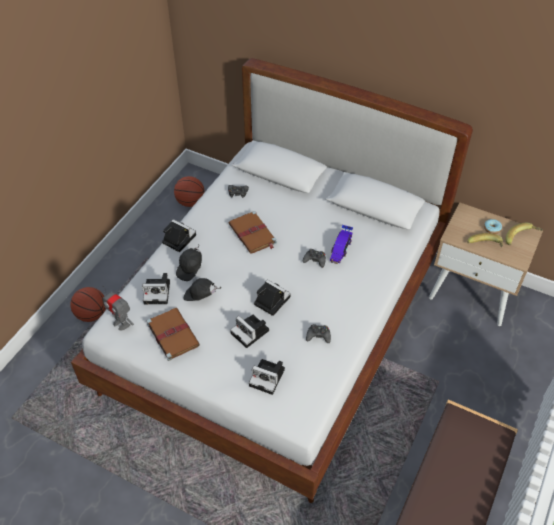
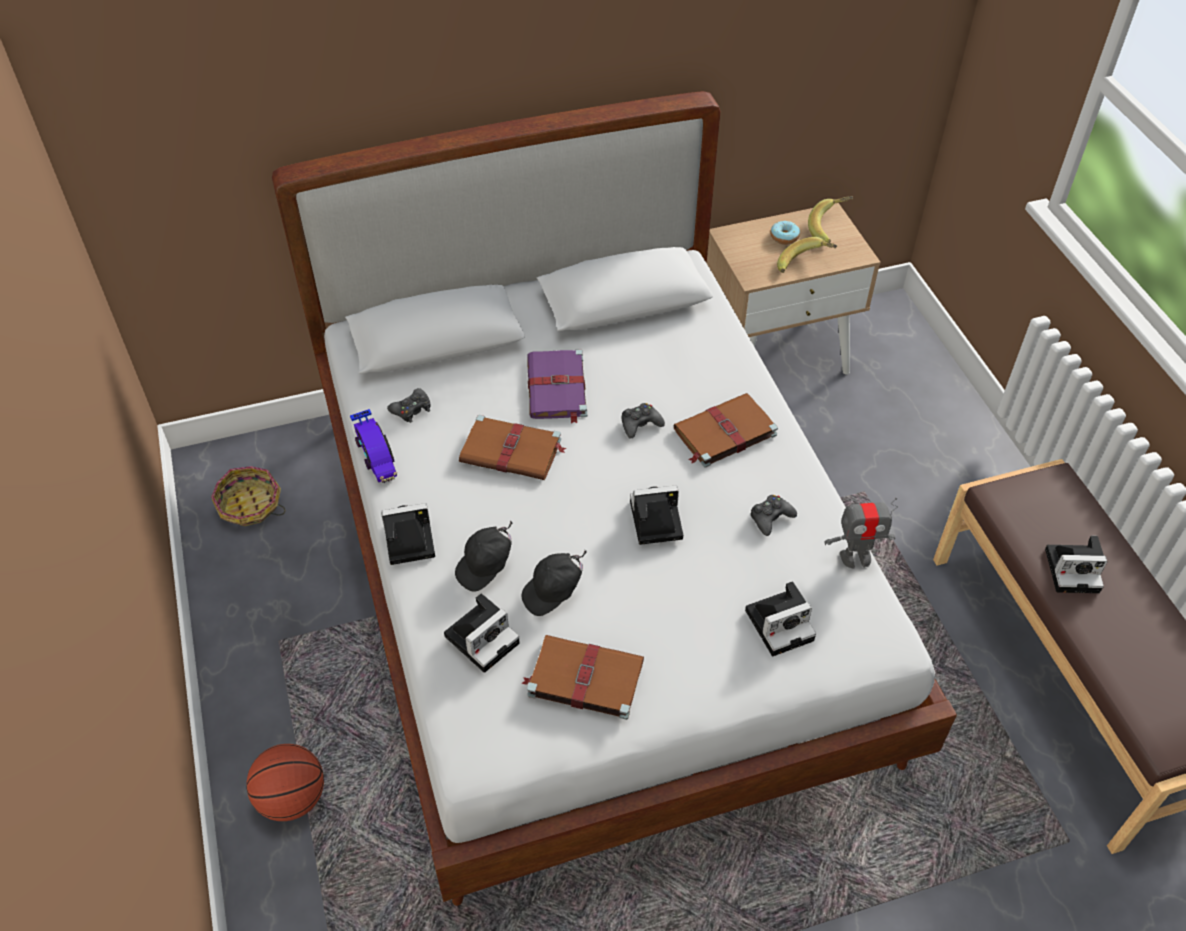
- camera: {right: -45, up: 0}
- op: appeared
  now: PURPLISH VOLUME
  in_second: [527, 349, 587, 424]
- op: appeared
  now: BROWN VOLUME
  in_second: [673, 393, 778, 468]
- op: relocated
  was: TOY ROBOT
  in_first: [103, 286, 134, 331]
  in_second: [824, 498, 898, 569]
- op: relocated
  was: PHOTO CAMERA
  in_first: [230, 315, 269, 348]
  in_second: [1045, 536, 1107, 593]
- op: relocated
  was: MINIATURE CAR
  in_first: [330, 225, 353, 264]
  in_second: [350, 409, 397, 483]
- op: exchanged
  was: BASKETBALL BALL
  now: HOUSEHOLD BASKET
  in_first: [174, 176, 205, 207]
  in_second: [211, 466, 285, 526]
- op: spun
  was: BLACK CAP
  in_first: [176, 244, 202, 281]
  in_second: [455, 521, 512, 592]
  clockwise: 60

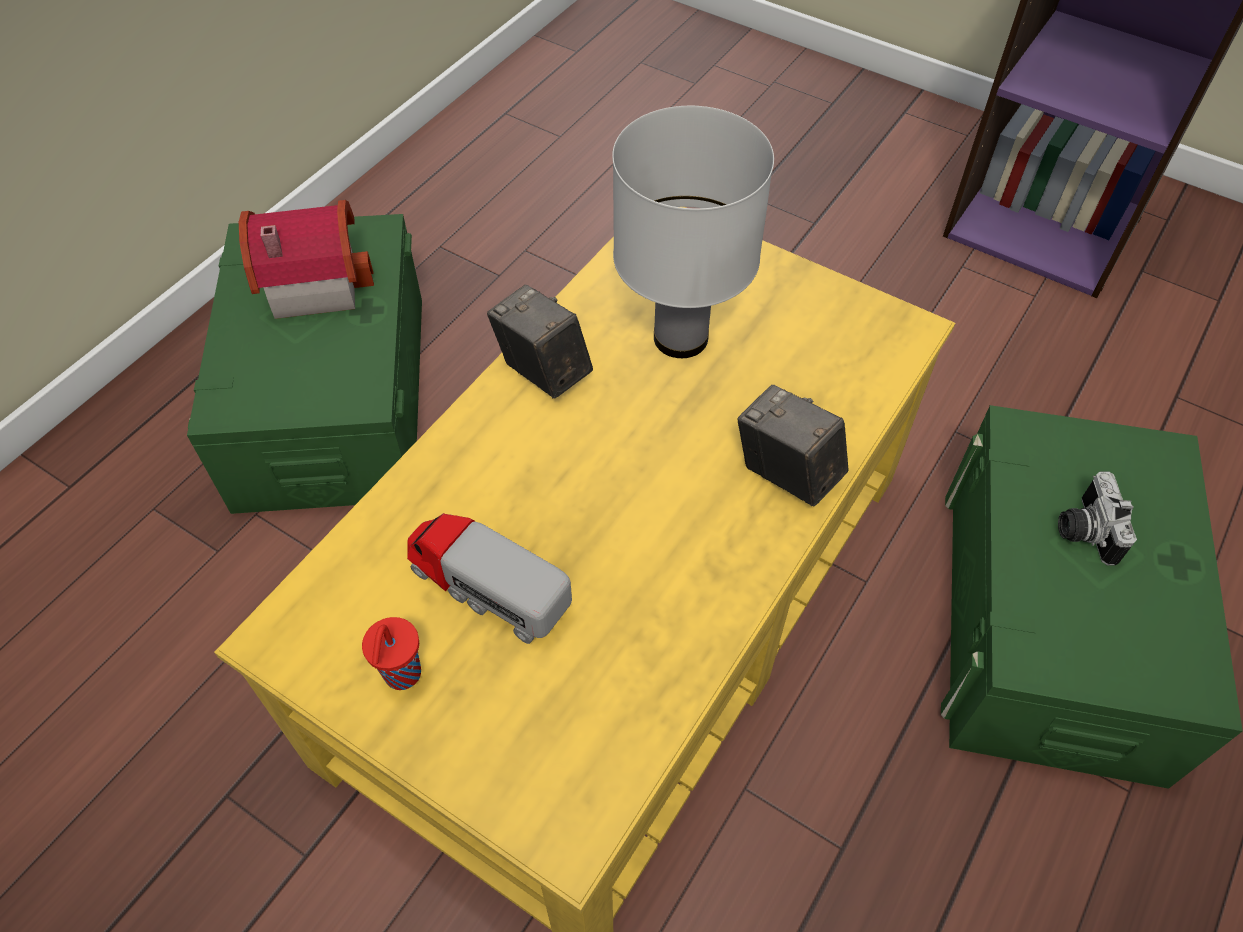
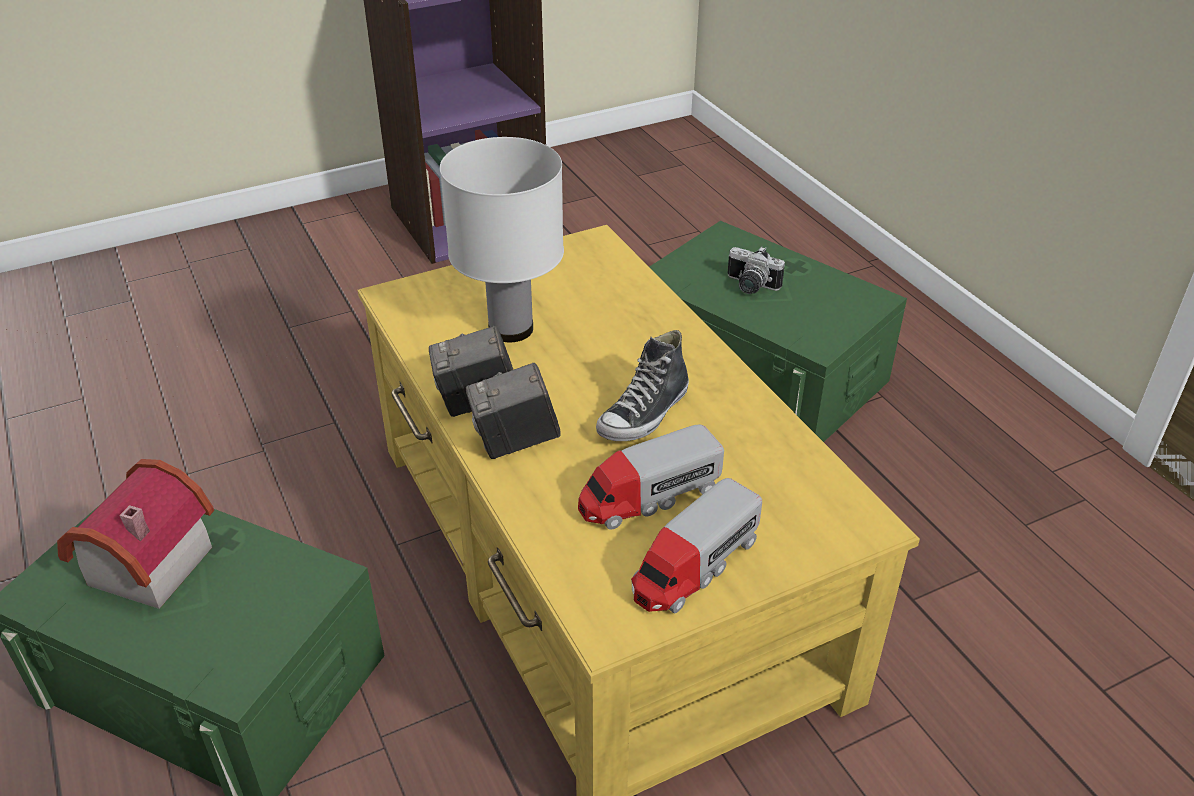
- camera: {right: -60, up: -15}
- op: appeared
  now: ITEM OF FOOTWEAR
  in_second: [596, 330, 689, 441]
- op: relocated
  was: PHOTO CAMERA
  in_first: [737, 385, 848, 506]
  in_second: [466, 363, 561, 459]
- op: exchanged
  was: RED DRINKING CUP
  now: TOY LORRY
  in_first: [362, 617, 421, 690]
  in_second: [631, 478, 762, 613]

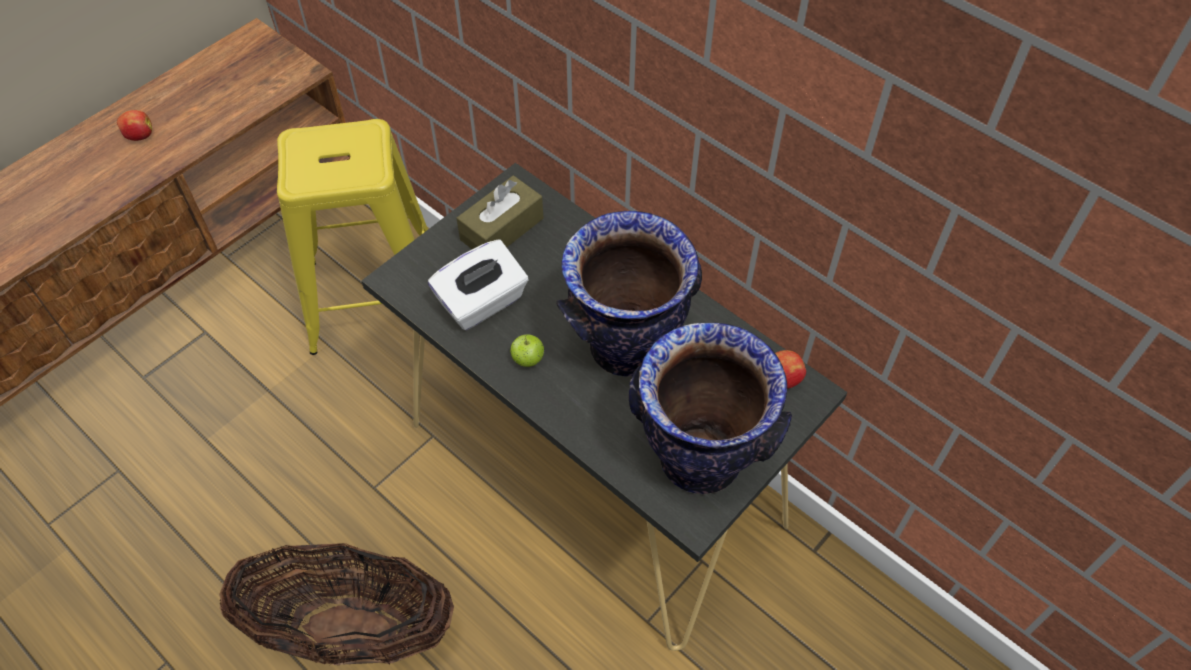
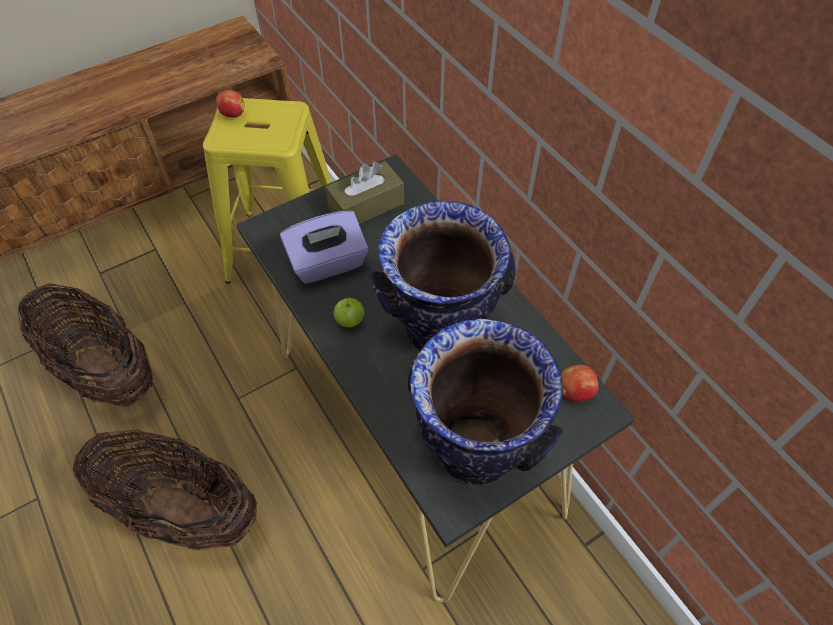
- camera: {right: 15, up: 0}
- op: appeared
  now: HOUSEHOLD BASKET
  in_second: [18, 283, 153, 407]
- op: relocated
  was: APPLE
  in_first: [117, 110, 152, 141]
  in_second: [216, 90, 244, 117]
- op: colour
  was: WHITISH TISSUE BOX
  now: PURPLISH TISSUE BOX
  in_first: [428, 239, 529, 330]
  in_second: [280, 211, 369, 284]

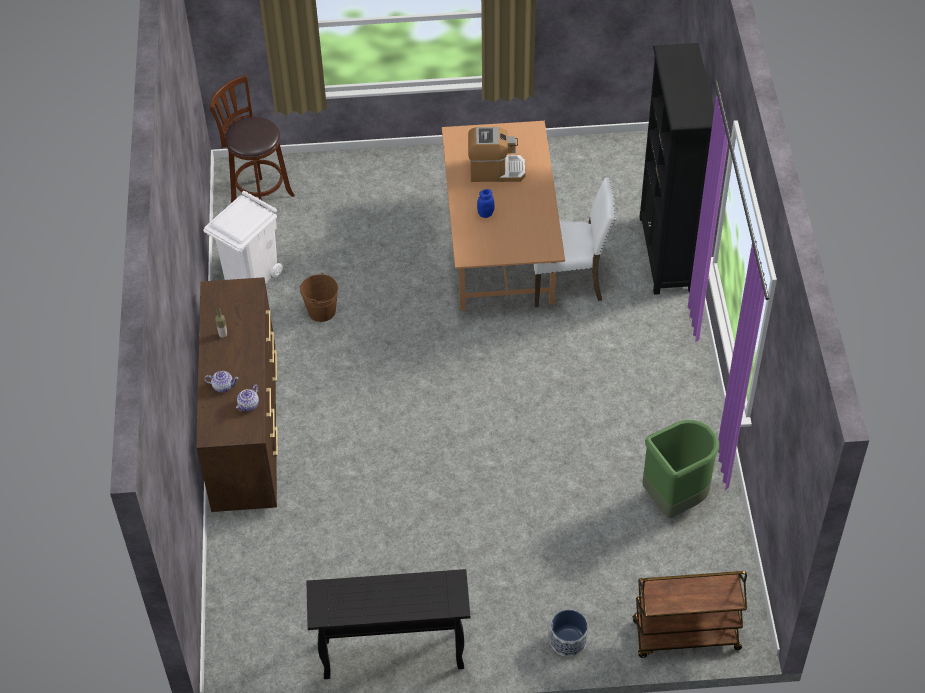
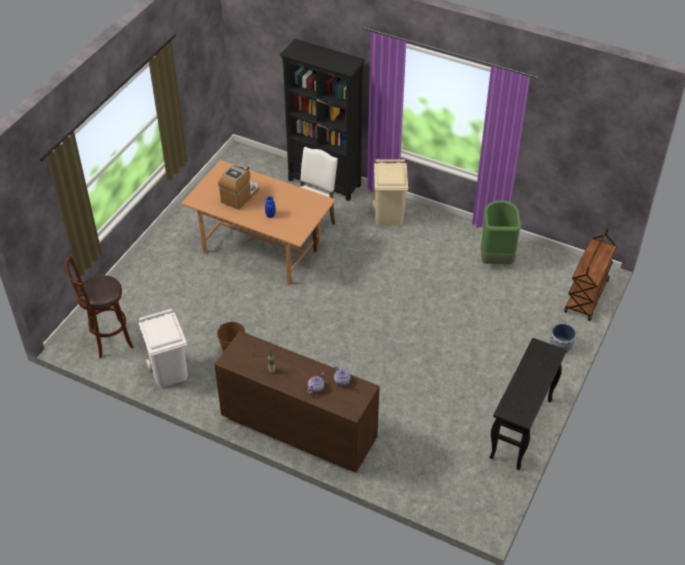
- camera: {right: -60, up: -5}
- op: appeared
  now: BEIGE-COLOURED WASTE BIN
  in_second: [373, 159, 408, 226]

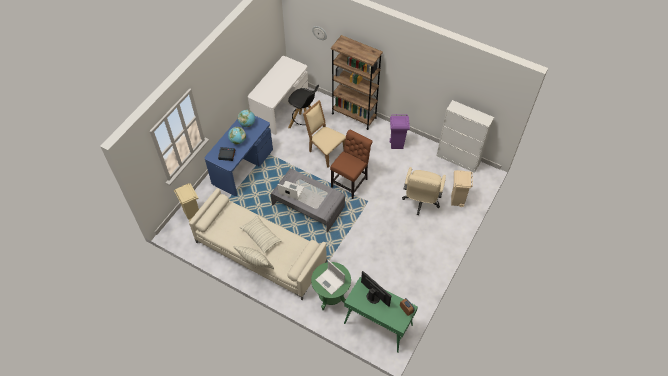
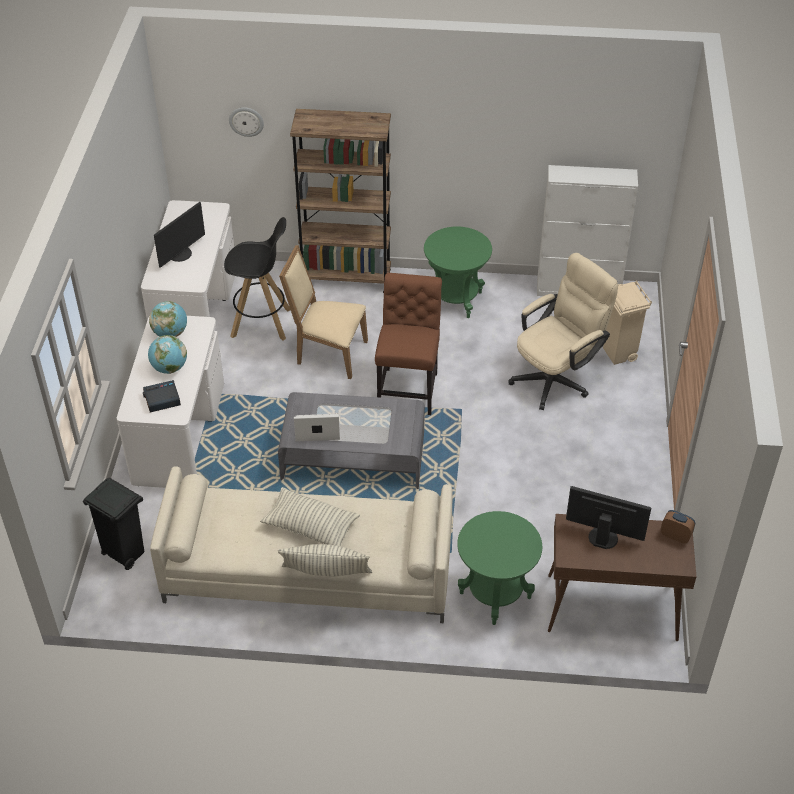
- camera: {right: -25, up: -10}
- op: missing
  was: LAPTOP
  in_first: [316, 260, 345, 295]
- op: appeared
  now: COMPUTER SCREEN
  in_second: [154, 202, 205, 268]
- op: exchanged
  was: PURPLISH WASTE BIN
  now: GREENISH ACCENT TABLE
  in_first: [390, 115, 410, 149]
  in_second: [424, 226, 492, 318]
- op: colour
  was: BEIGE-COLOURED WASTE BIN
  now: BLACK WASTE BIN
  in_first: [174, 183, 199, 222]
  in_second: [83, 478, 145, 570]
- op: colour
  was: BLUE-COLOURED DESK UNIT
  now: WHITISH DESK UNIT
  in_first: [205, 116, 273, 196]
  in_second: [117, 315, 224, 488]
- op: colour
  was: GREENISH NARROW TABLE
  now: BROWN NARROW TABLE
  in_first: [344, 277, 418, 353]
  in_second: [548, 514, 696, 641]
- op: spun
  was: BEIGE-COLOURED OFFICE CHAIR
  in_first: [402, 167, 446, 215]
  in_second: [508, 253, 618, 410]
  clockwise: -120

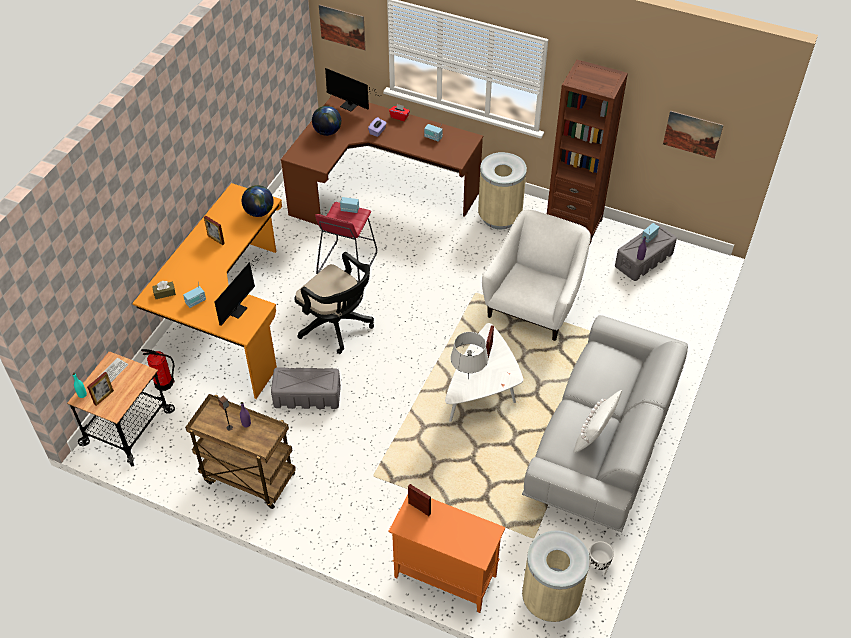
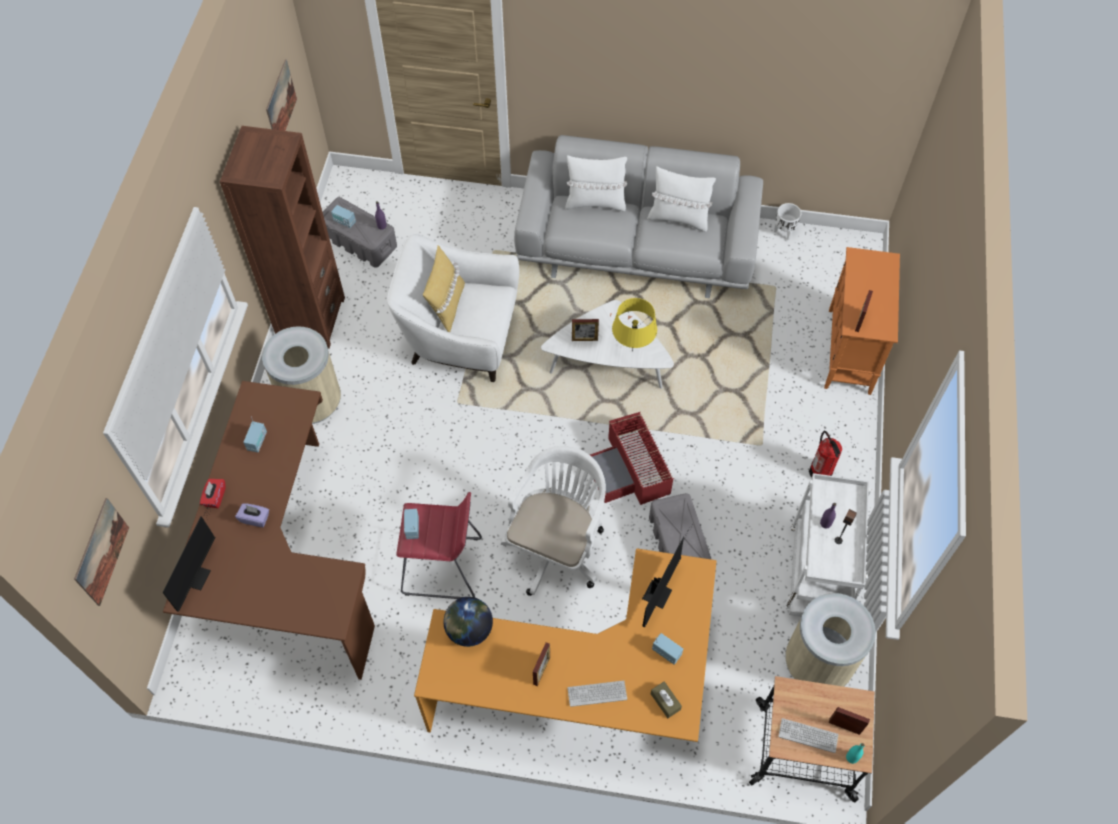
- camera: {right: -105, up: 10}
- op: missing
  was: GLOBE
  in_first: [312, 106, 341, 136]
- op: appeared
  now: YELLOW PILLOW
  in_second: [423, 245, 465, 332]
- op: appeared
  now: WHITISH PILLOW
  in_second: [565, 155, 627, 211]
- op: appeared
  now: COMPUTER KEYBOARD
  in_second: [567, 681, 627, 707]
- op: appeared
  now: RED STORAGE BOX
  in_second: [590, 412, 674, 505]
- op: relocated
  was: FIRE-FIGHTING CYLINDER
  in_first: [141, 349, 175, 391]
  in_second: [809, 431, 842, 478]
- op: relocated
  was: BEIGE-COLOURED WASTE BIN
  in_first: [522, 530, 590, 622]
  in_second: [785, 593, 876, 687]
- op: colour
  was: BROWN TROLLEY
  now: WHITISH TROLLEY
  in_first: [185, 394, 296, 509]
  in_second: [786, 473, 871, 617]
- op: colour
  was: BLACK OFFICE CHAIR
  now: WHITISH OFFICE CHAIR
  in_first: [294, 252, 374, 354]
  in_second: [501, 446, 606, 596]
- op: colour
  was: GRAY LAMP FOR A TABLE
  now: YELLOW LAMP FOR A TABLE
  in_first: [450, 332, 488, 379]
  in_second: [612, 298, 657, 352]
- op: spun
  was: COMPUTER SCREEN
  in_first: [214, 255, 262, 326]
  in_second: [642, 524, 693, 627]
  clockwise: 105

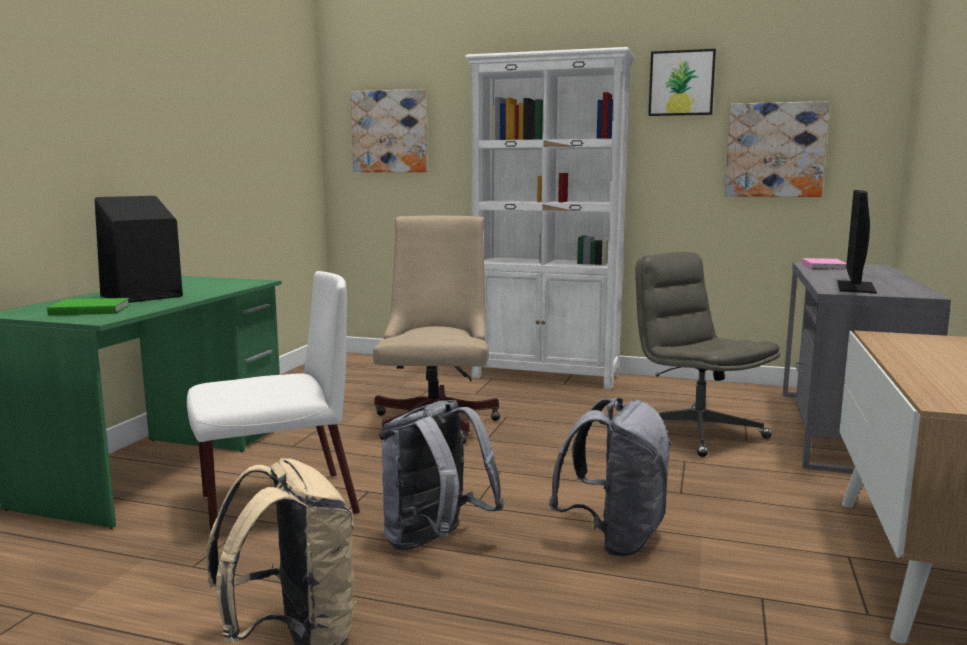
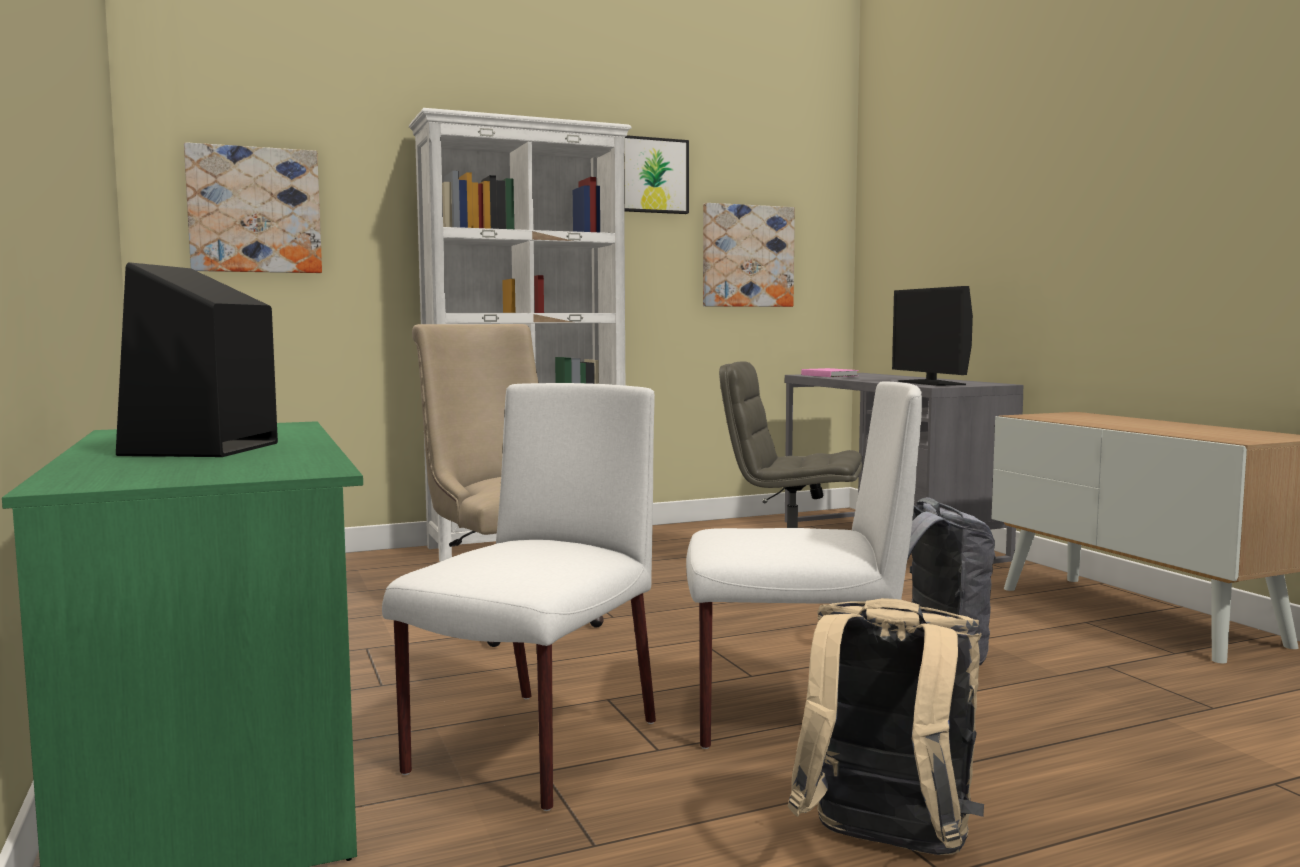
- camera: {right: -40, up: -5}
- op: missing
  was: GREENISH VOLUME
  in_first: [47, 298, 130, 316]
- op: exchanged
  was: GRAY RUCKSACK
  now: WHITISH CHAIR
  in_first: [382, 400, 504, 550]
  in_second: [686, 381, 922, 749]

